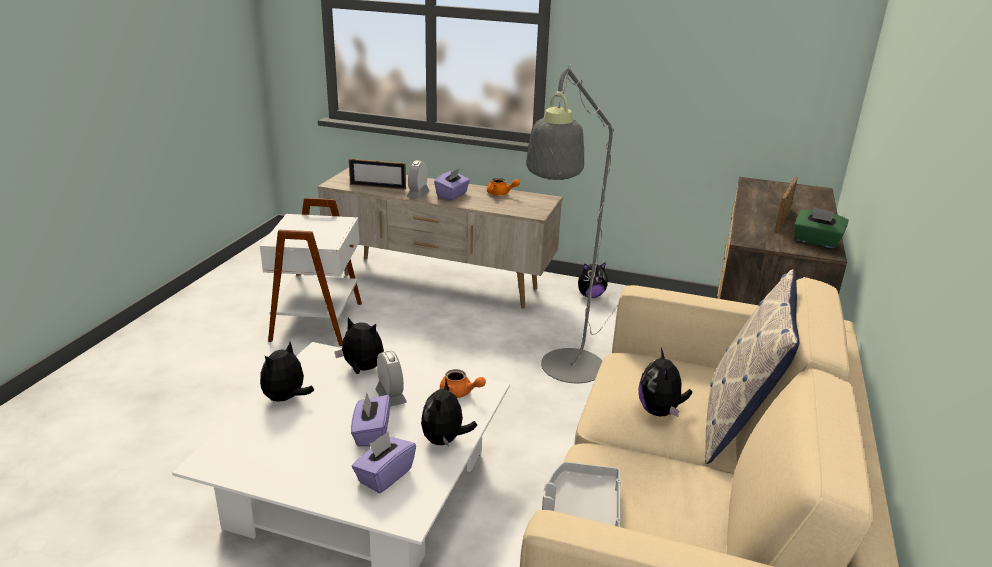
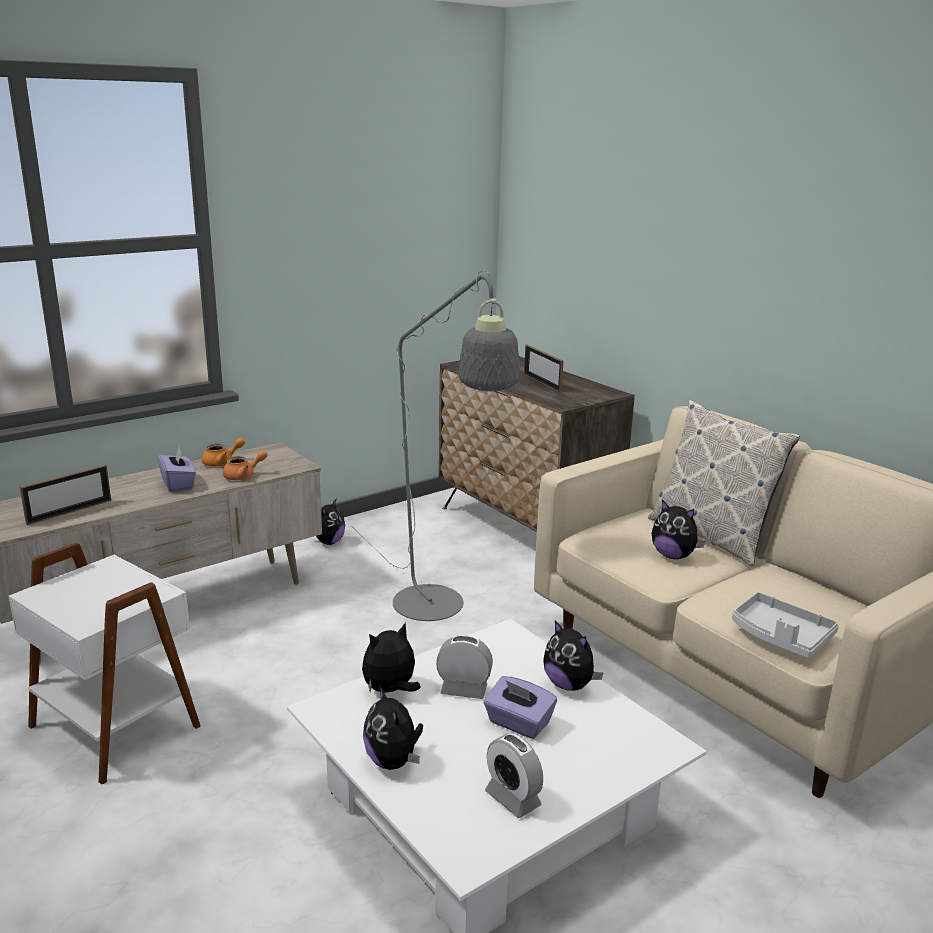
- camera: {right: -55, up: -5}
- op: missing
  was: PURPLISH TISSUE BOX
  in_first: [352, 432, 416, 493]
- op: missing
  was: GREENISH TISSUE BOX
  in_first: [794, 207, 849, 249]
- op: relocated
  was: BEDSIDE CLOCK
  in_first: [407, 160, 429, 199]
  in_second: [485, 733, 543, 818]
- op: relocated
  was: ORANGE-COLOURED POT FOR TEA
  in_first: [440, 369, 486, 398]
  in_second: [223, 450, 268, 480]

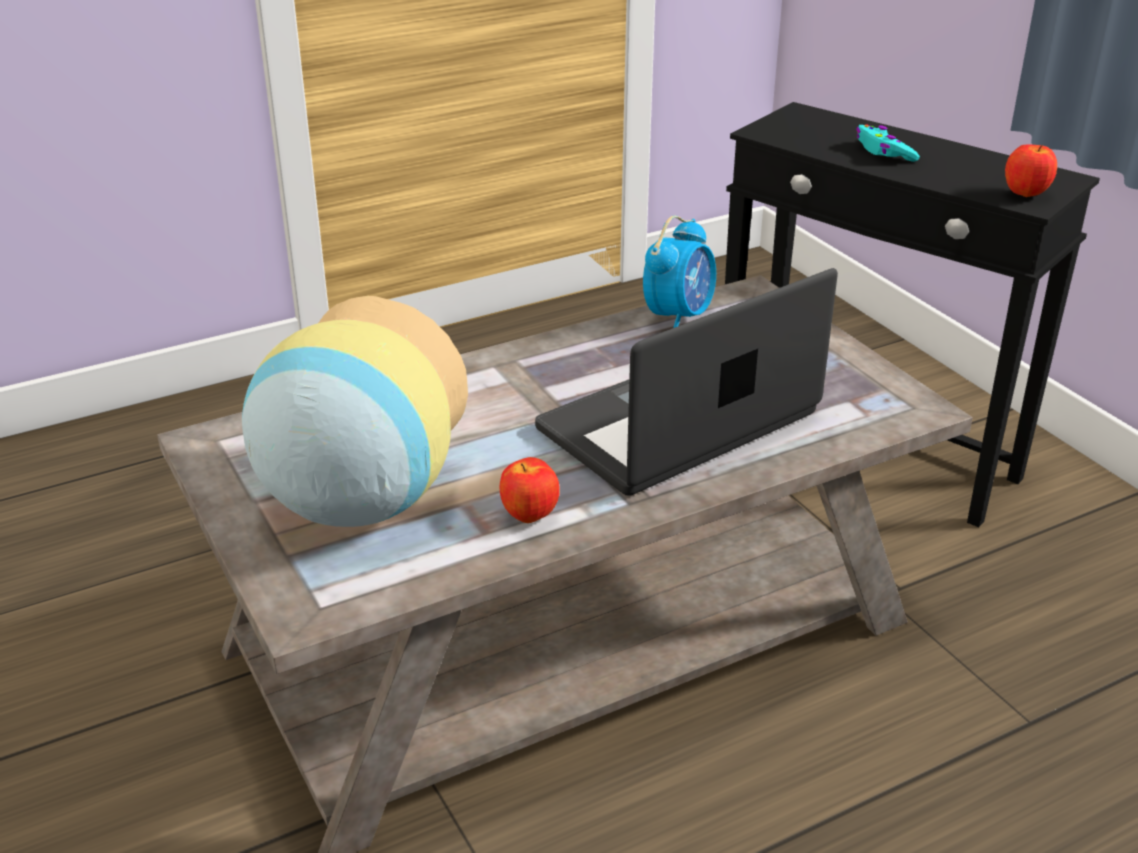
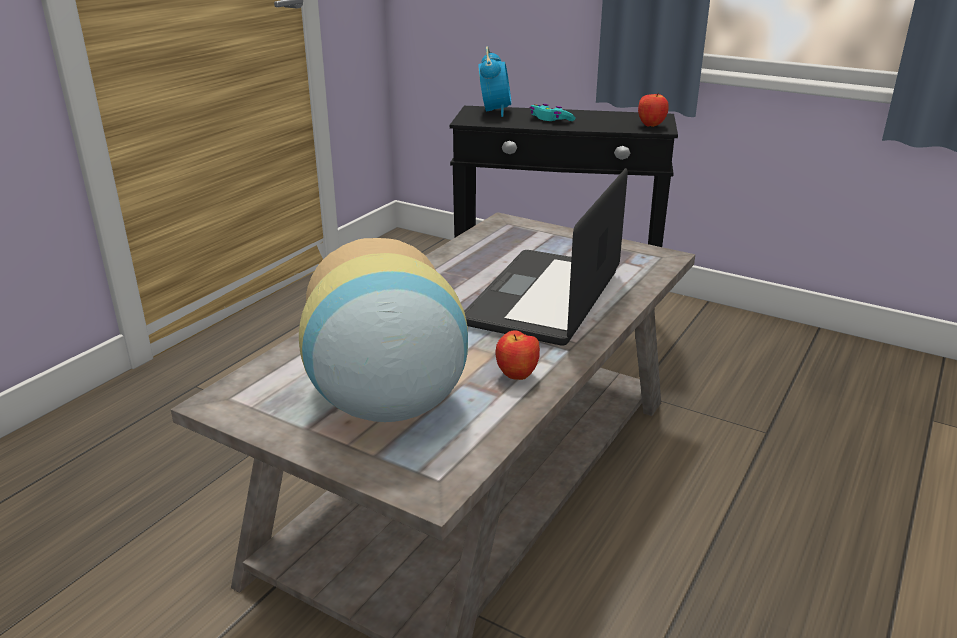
- camera: {right: -30, up: -5}
- op: relocated
  was: BEDSIDE CLOCK
  in_first: [643, 216, 716, 328]
  in_second: [479, 46, 511, 117]

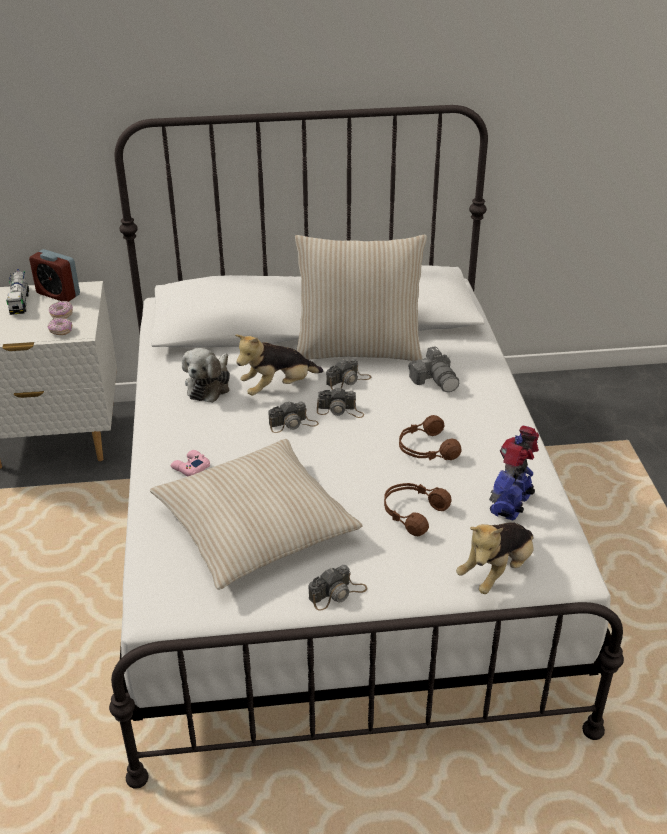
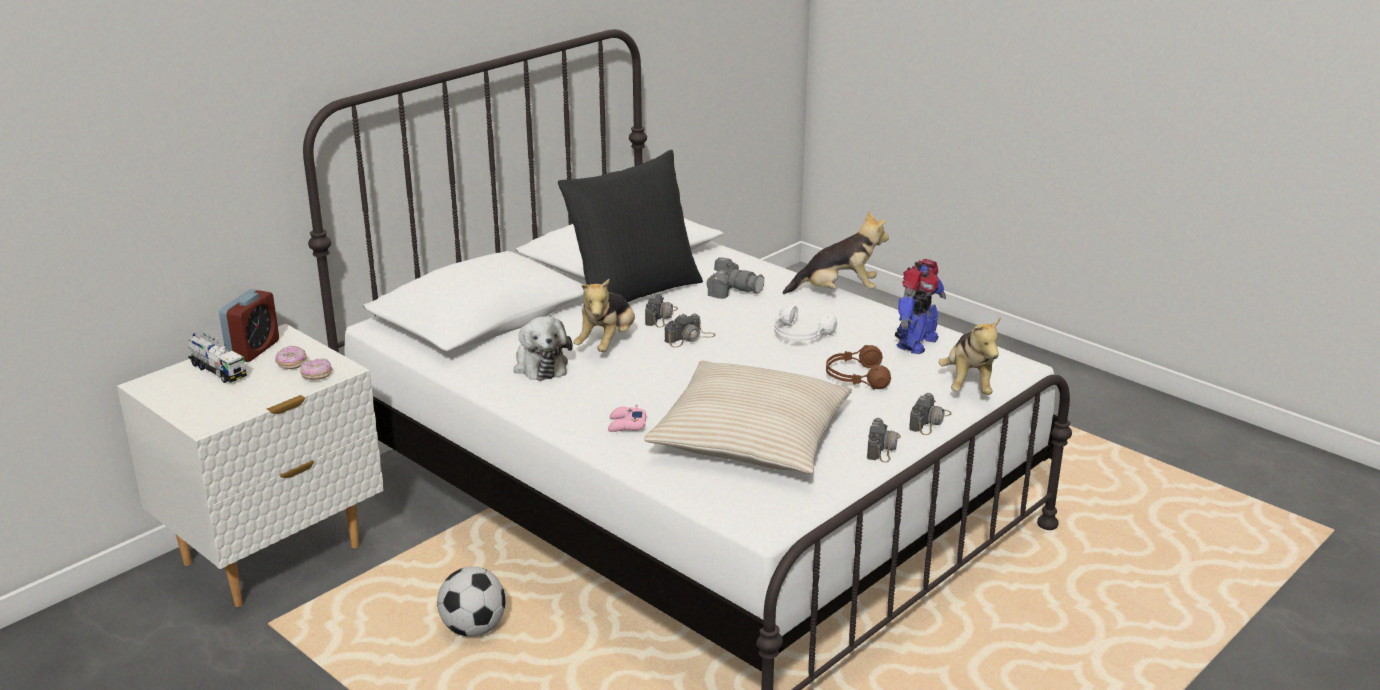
- camera: {right: -40, up: -10}
- op: appeared
  now: BALL FOR FOOTBALL
  in_second: [437, 566, 505, 637]
- op: appeared
  now: CUDDLY TOY
  in_second: [782, 211, 889, 294]
- op: relocated
  was: PHOTO CAMERA
  in_first: [268, 401, 319, 433]
  in_second: [909, 393, 952, 435]
- op: colour
  was: BEIGE-COLOURED PILLOW
  now: BLACK PILLOW
  in_first: [295, 235, 427, 361]
  in_second: [558, 150, 703, 302]
- op: colour
  was: BROWN HEADPHONES
  now: WHITISH HEADPHONES
  in_first: [399, 415, 462, 460]
  in_second: [774, 304, 837, 341]
- op: spun
  was: BEDSIDE CLOCK
  in_first: [29, 249, 80, 302]
  in_second: [219, 289, 279, 362]
  clockwise: -60
- op: spun
  was: TOY ROBOT
  in_first: [489, 425, 539, 520]
  in_second: [895, 259, 946, 354]
  clockwise: -135

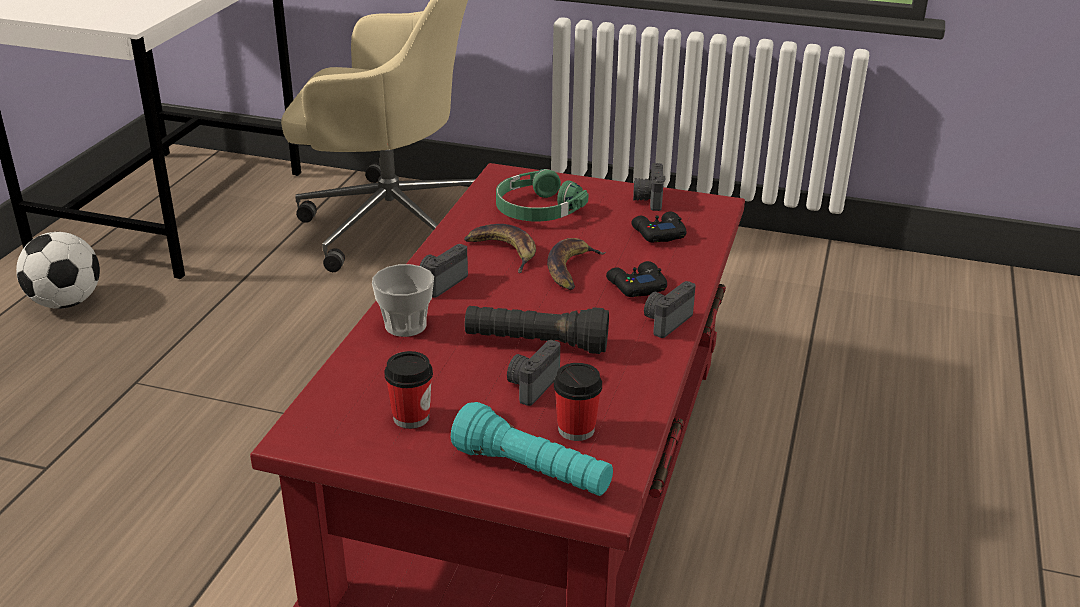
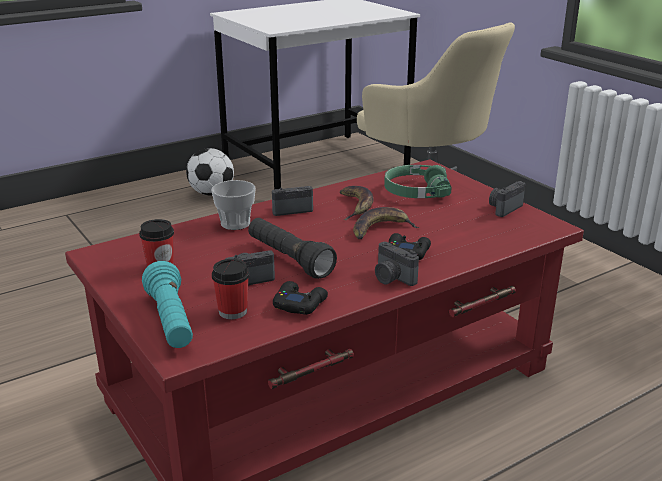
- camera: {right: 40, up: -5}
- op: relocated
  was: BLACK GAME CONTROLLER
  in_first: [631, 212, 687, 242]
  in_second: [273, 281, 328, 315]
- op: spun
  was: PHOTO CAMERA
  in_first: [644, 281, 696, 338]
  in_second: [375, 242, 419, 286]
  clockwise: -120

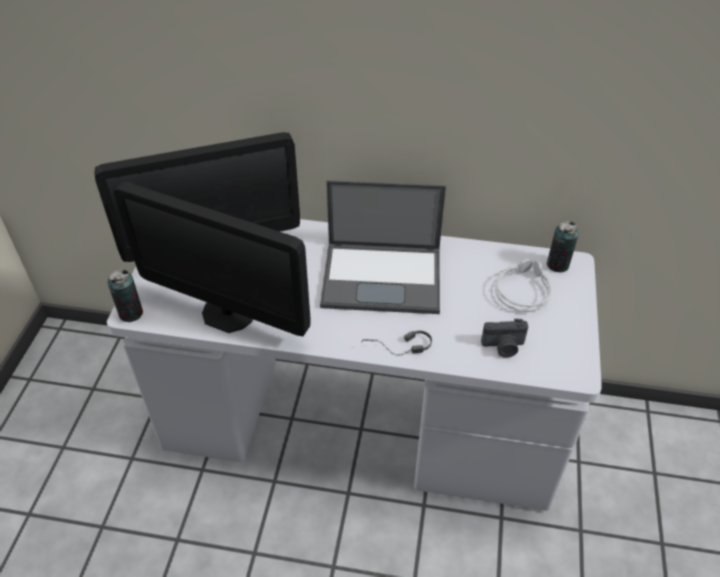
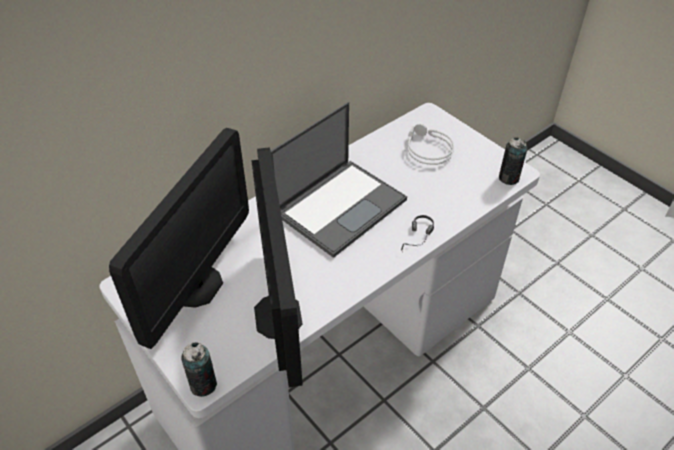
- camera: {right: -50, up: 0}
- op: missing
  was: PHOTO CAMERA
  in_first: [481, 319, 528, 358]
- op: relocated
  was: METAL CAN
  in_first: [546, 221, 579, 272]
  in_second: [499, 137, 527, 185]
- op: spun
  was: COMPUTER SCREEN
  in_first: [114, 182, 310, 336]
  in_second: [251, 147, 303, 387]
  clockwise: -75

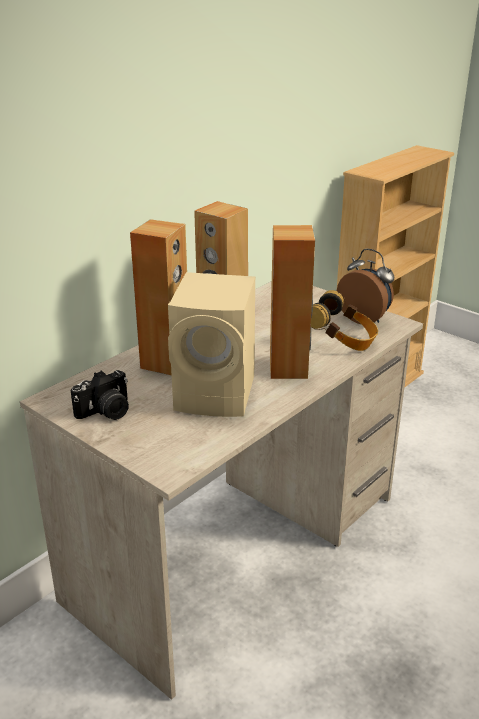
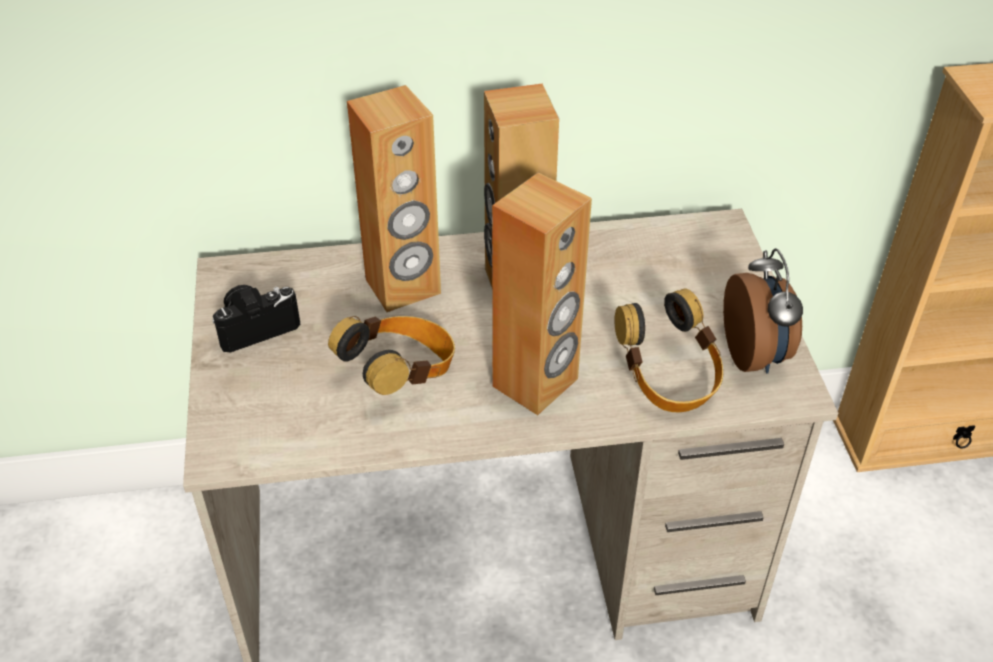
- camera: {right: 40, up: 15}
- op: exchanged
  was: BEIGE-COLOURED LOUDSPEAKER
  now: HEADPHONES
  in_first: [168, 272, 255, 417]
  in_second: [328, 316, 455, 395]
- op: spun
  was: PHOTO CAMERA
  in_first: [71, 370, 129, 420]
  in_second: [212, 285, 301, 352]
  clockwise: 150

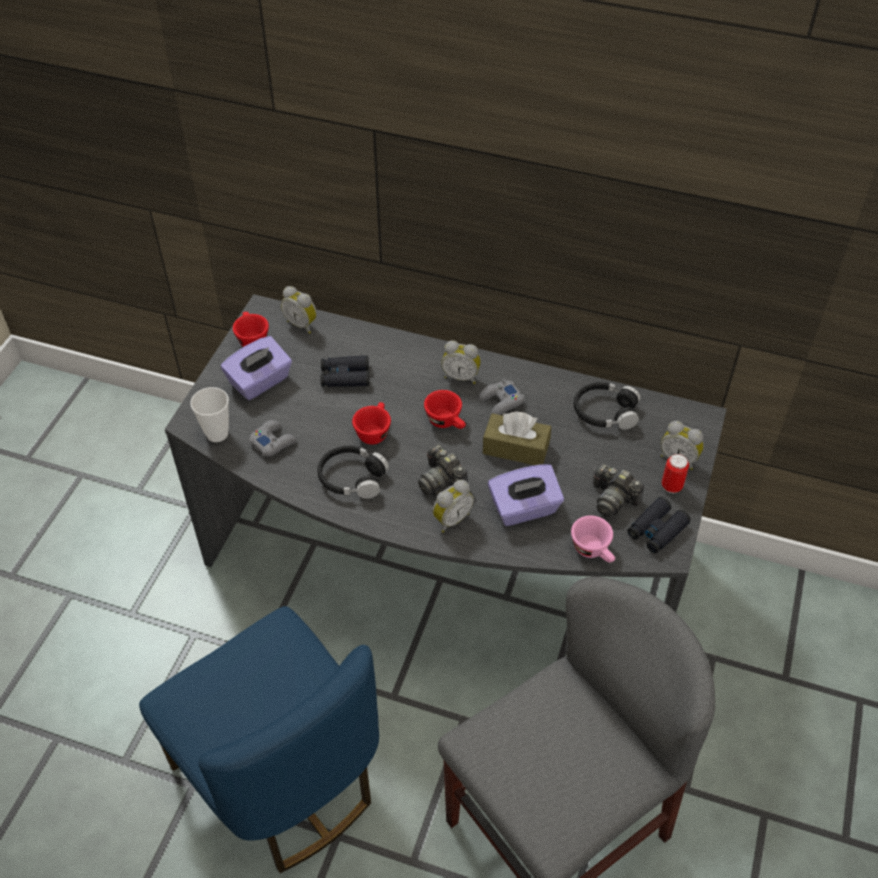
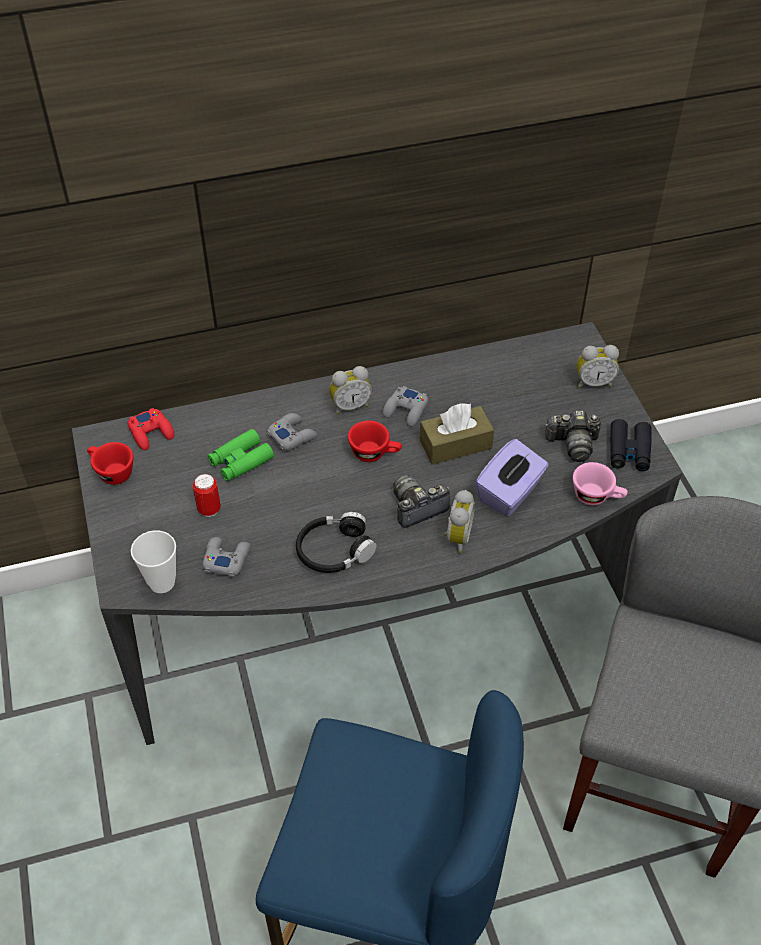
- camera: {right: -35, up: 0}
- op: missing
  was: PURPLISH TISSUE BOX
  in_first: [221, 336, 292, 400]
- op: missing
  was: RED DRINKING CUP
  in_first: [352, 402, 391, 445]
- op: missing
  was: BLACK HEADPHONES
  in_first: [574, 382, 641, 430]
- op: appeared
  now: GRAY GAME CONTROLLER
  in_second: [267, 413, 317, 451]
- op: relocated
  was: METAL CAN
  in_first: [662, 454, 689, 493]
  in_second: [193, 474, 221, 517]
- op: exchanged
  was: BEDSIDE CLOCK
  now: RED GAME CONTROLLER
  in_first: [281, 286, 317, 334]
  in_second: [128, 408, 174, 450]
- op: colour
  was: BLACK BINOCULARS
  now: GREENISH BINOCULARS
  in_first: [321, 356, 369, 387]
  in_second: [208, 429, 274, 481]
- op: spun
  was: PHOTO CAMERA
  in_first: [418, 444, 468, 495]
  in_second: [393, 475, 450, 528]
  clockwise: 135

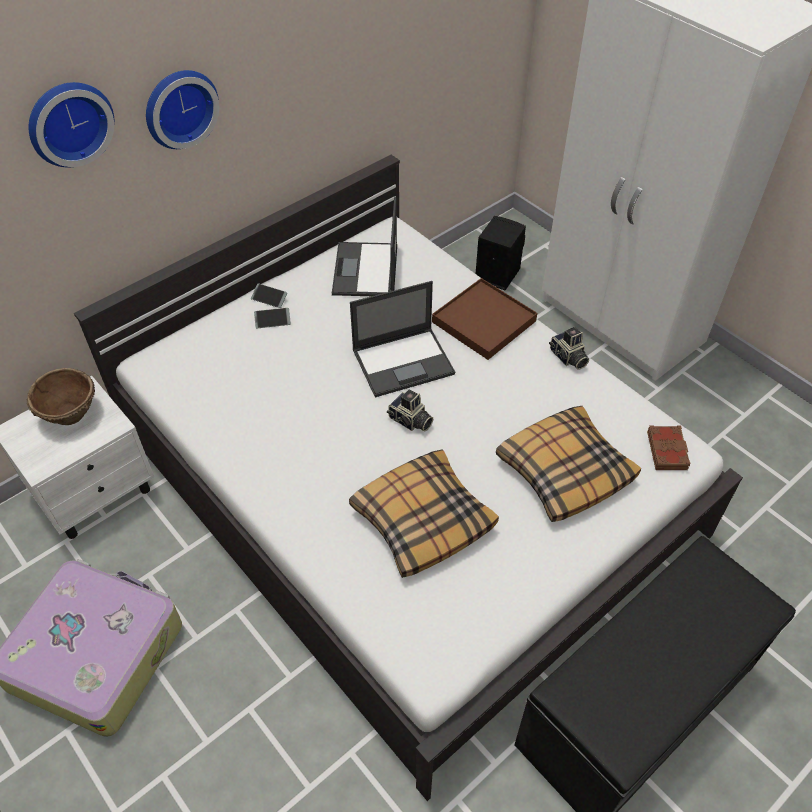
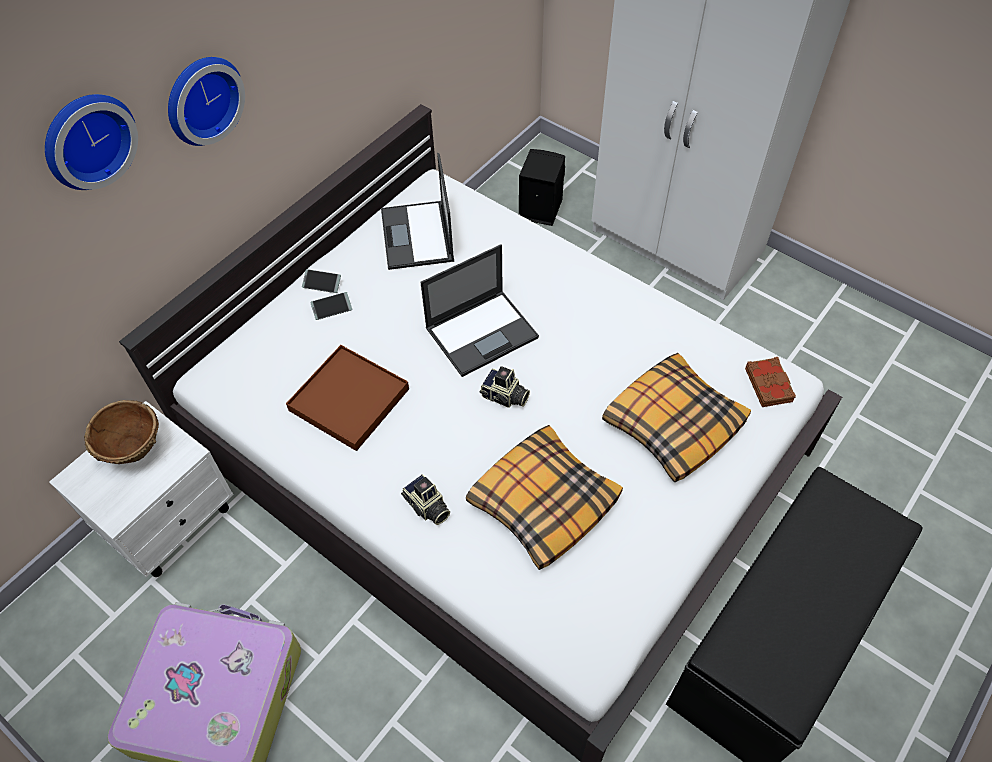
- camera: {right: -10, up: 5}
- op: relocated
  was: BROWN SERVING TRAY
  in_first: [432, 278, 537, 360]
  in_second: [286, 345, 409, 451]
- op: relocated
  was: PHOTO CAMERA
  in_first: [549, 327, 589, 369]
  in_second: [401, 474, 450, 525]

